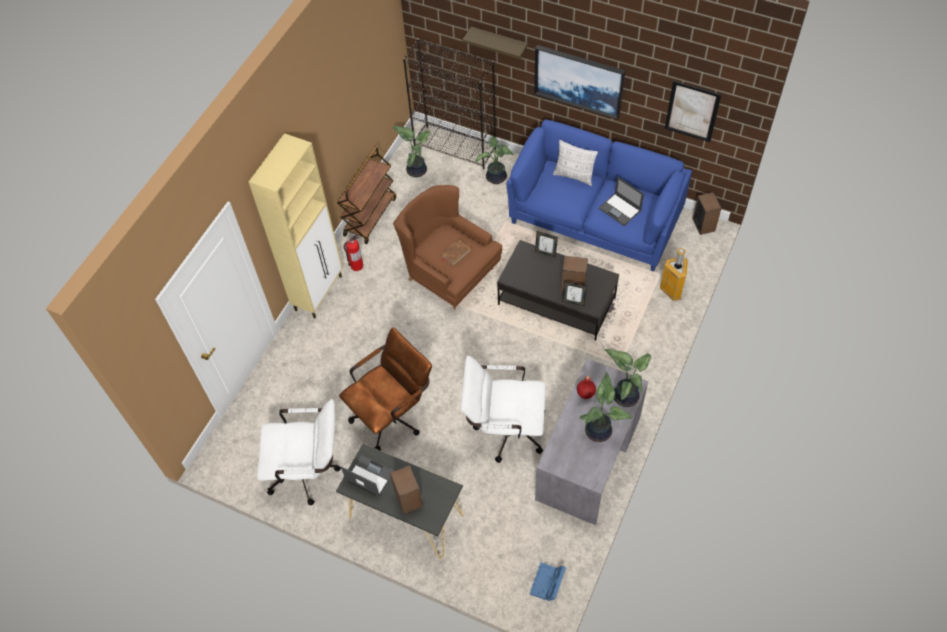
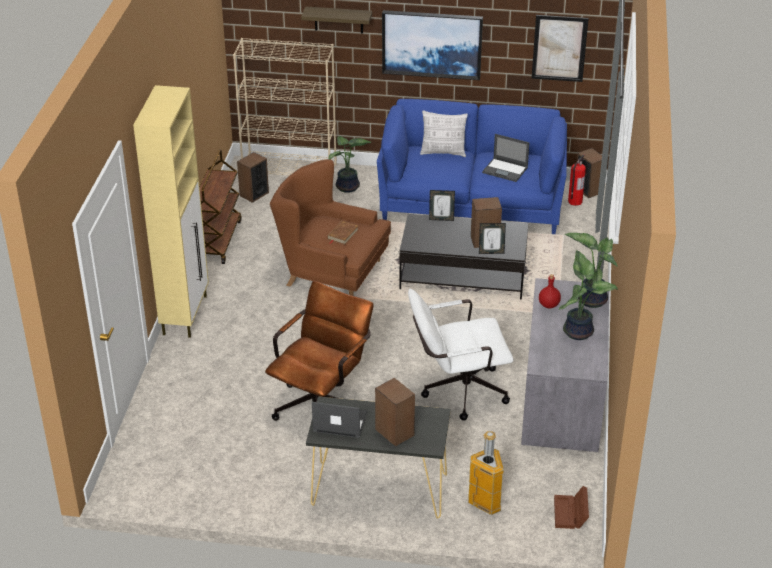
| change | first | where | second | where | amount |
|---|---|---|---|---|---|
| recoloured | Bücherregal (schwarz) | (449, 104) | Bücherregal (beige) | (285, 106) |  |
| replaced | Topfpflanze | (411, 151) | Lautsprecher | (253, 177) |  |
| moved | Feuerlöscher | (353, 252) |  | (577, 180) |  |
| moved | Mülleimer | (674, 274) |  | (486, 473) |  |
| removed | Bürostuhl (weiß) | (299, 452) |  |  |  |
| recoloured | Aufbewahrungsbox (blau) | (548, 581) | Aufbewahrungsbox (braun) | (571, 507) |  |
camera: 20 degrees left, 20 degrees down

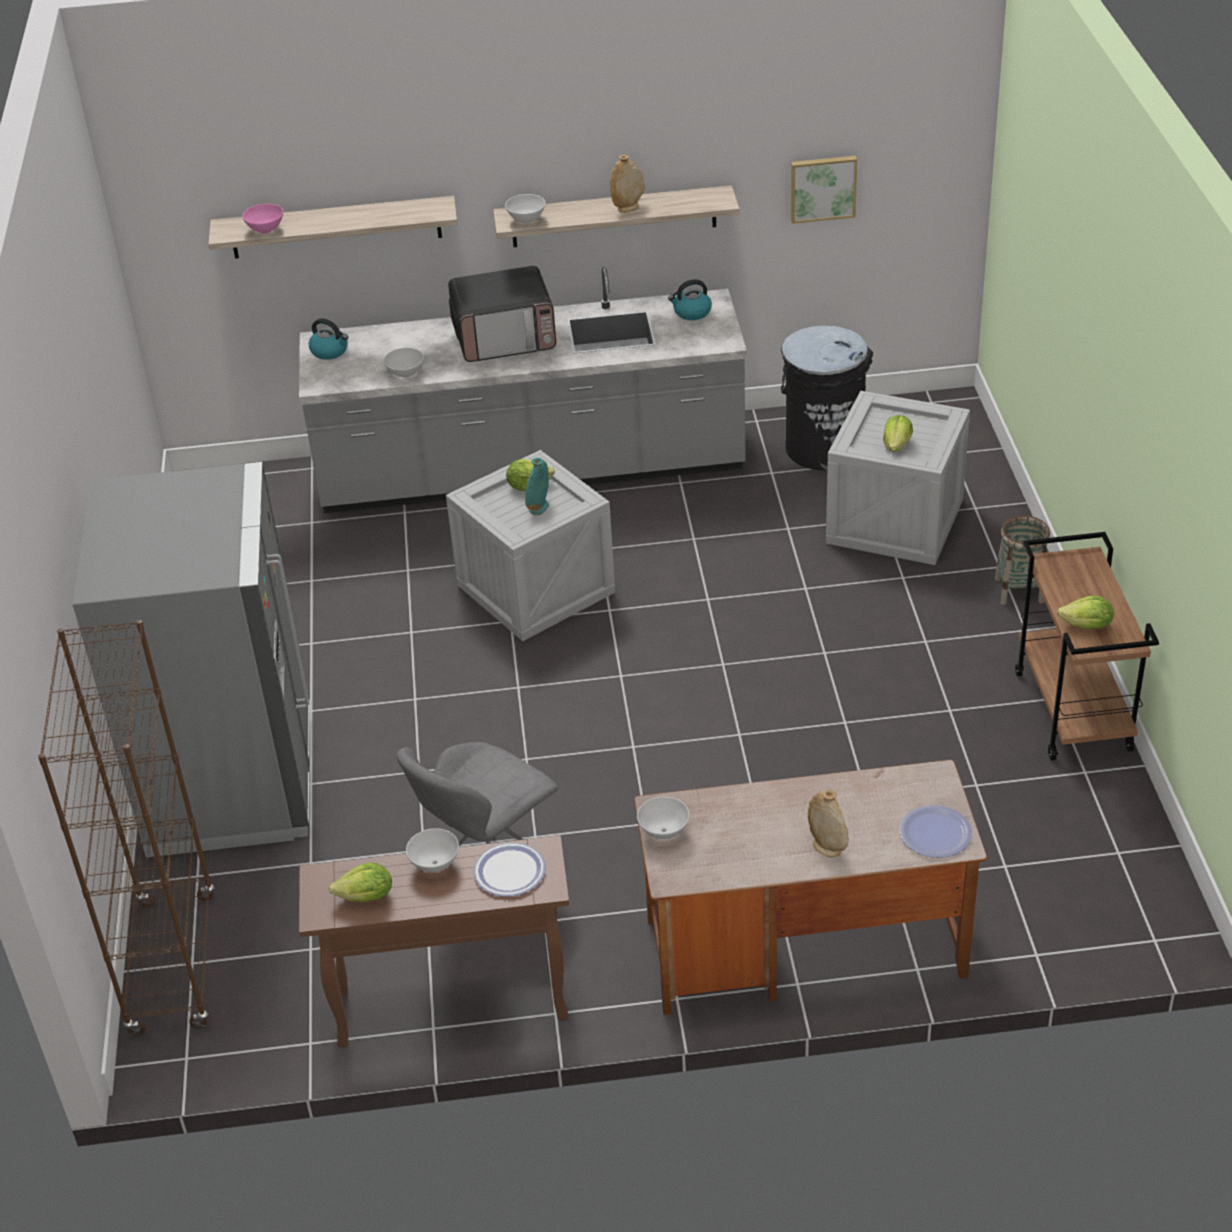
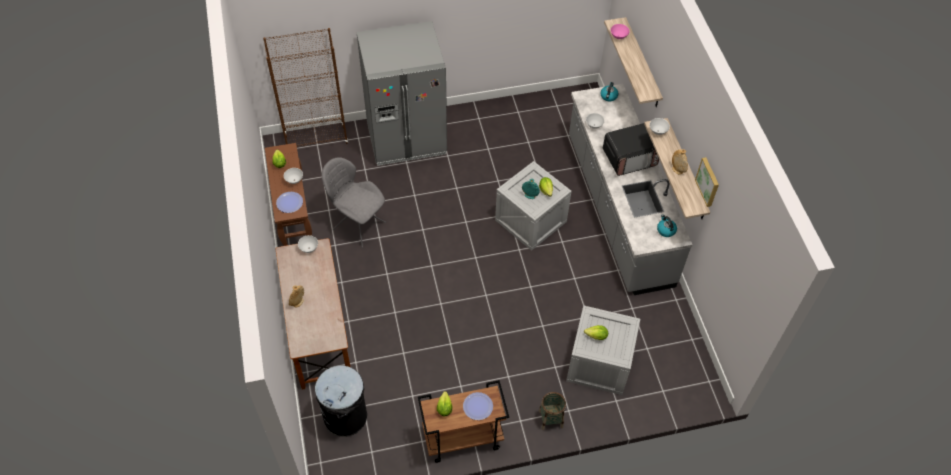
| change | first | where | second | where | amount |
|---|---|---|---|---|---|
| moved | Bild | (824, 190) |  | (707, 182) |  |
| turned | Mikrowelle | (502, 314) |  | (631, 149) | 90 degrees counterclockwise |
| moved | Mülleimer (schwarz) | (827, 398) |  | (341, 401) |  |
| moved | Teller | (935, 831) |  | (478, 406) |  |
camera: 80 degrees right, 15 degrees up

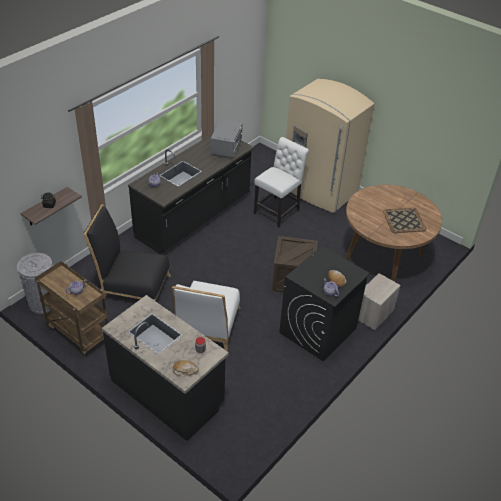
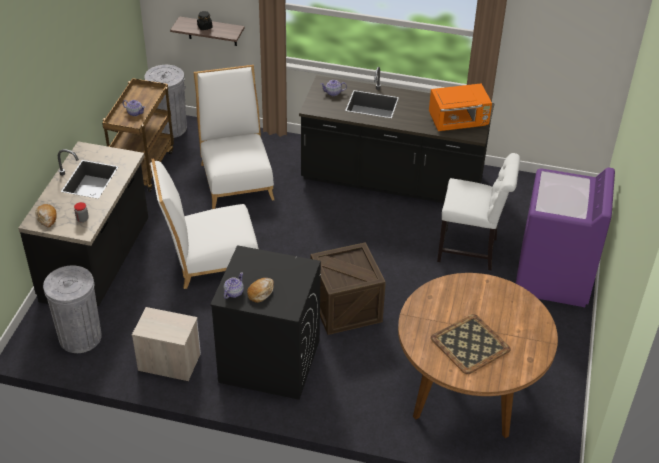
| change | first | where | second | where | amount |
|---|---|---|---|---|---|
| replaced | Kühlschrank (beige) | (330, 146) | Waschmaschine (lila) | (565, 237) |  |
| recoloured | Mikrowelle (grau) | (227, 139) | Mikrowelle (orange) | (460, 107) |  |
| recoloured | Stuhl (schwarz) | (127, 252) | Stuhl (weiß) | (234, 137) |  |
| moved | Nachttisch | (379, 302) |  | (166, 344) |  |
| added |  |  | Mülleimer (grau) | (72, 309) |  |
camera: 65 degrees right, 0 degrees up

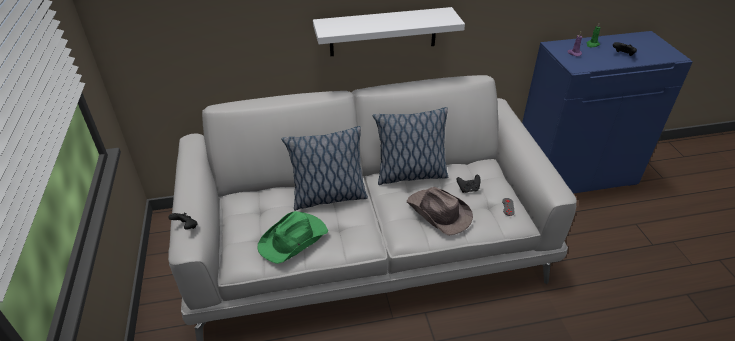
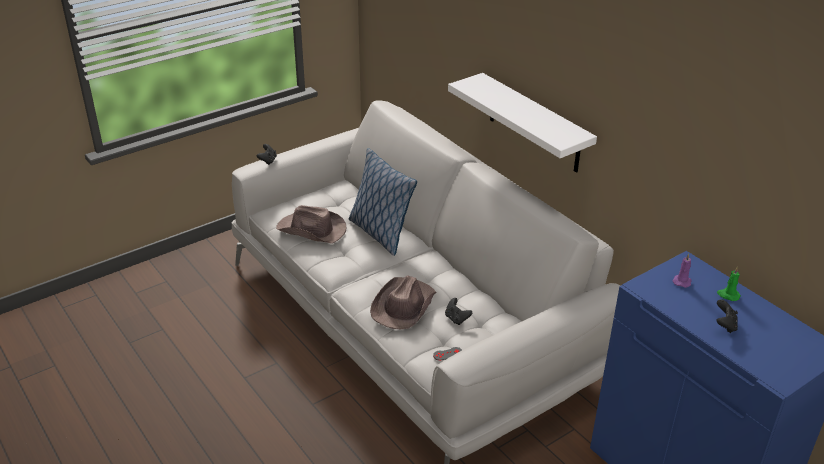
| change | first | where | second | where | amount |
|---|---|---|---|---|---|
| removed | Kissen | (410, 146) |  |  |  |
| recoloured | Hut (grün) | (292, 237) | Hut (braun) | (311, 224) |  |
camera: 65 degrees right, 5 degrees down

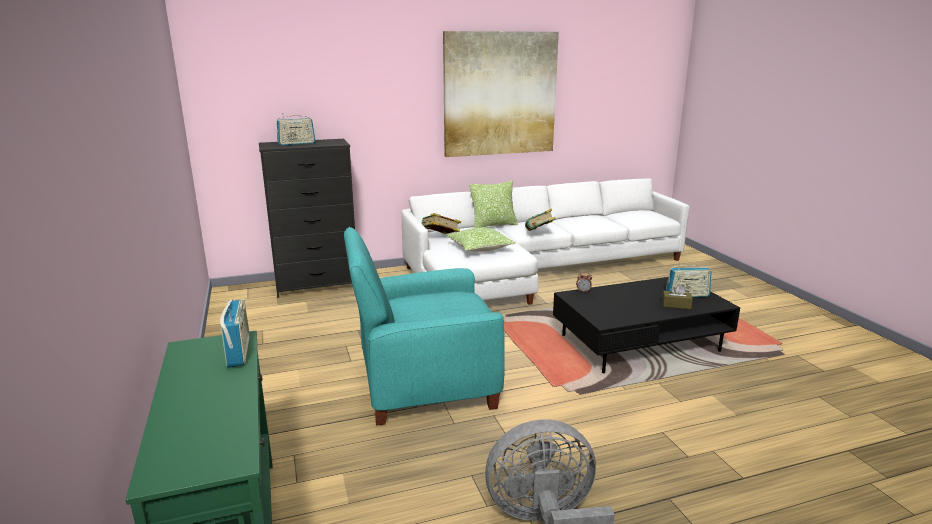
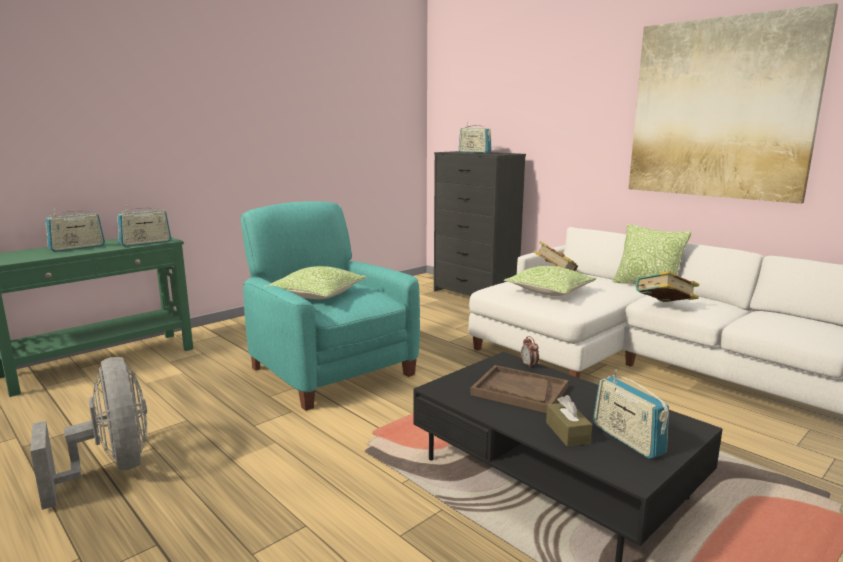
| change | first | where | second | where | amount |
|---|---|---|---|---|---|
| added |  |  | Radio | (75, 230) |  |
| added |  |  | Kissen | (315, 282) |  |
| added |  |  | Tablett (braun) | (519, 389) |  |
camera: 65 degrees right, 5 degrees down

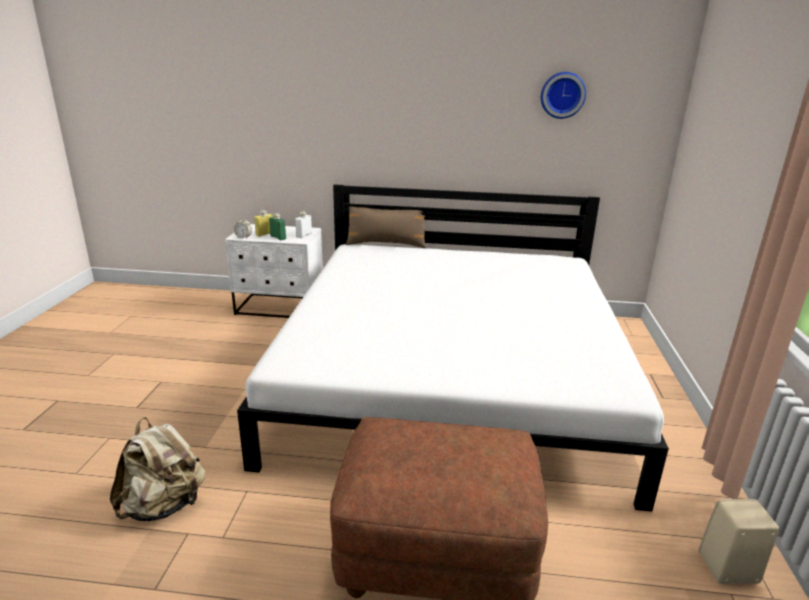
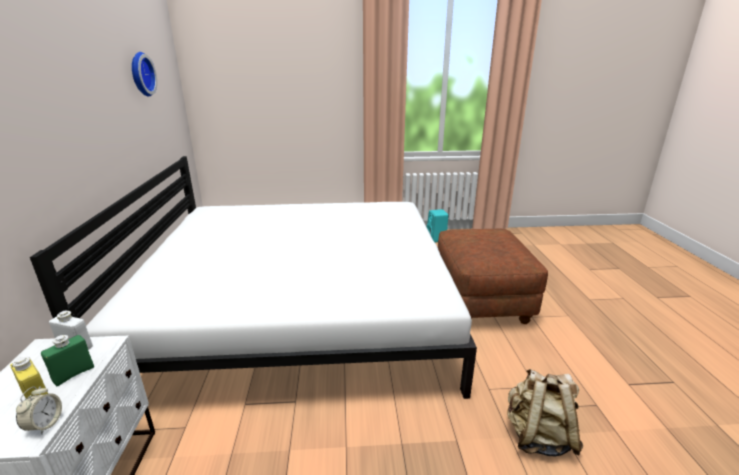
| change | first | where | second | where | amount |
|---|---|---|---|---|---|
| removed | Kissen (braun) | (387, 227) |  |  |  |
| recoloured | Lautsprecher (beige) | (739, 541) | Lautsprecher (türkis) | (437, 225) |  |
camera: 100 degrees left, 0 degrees up

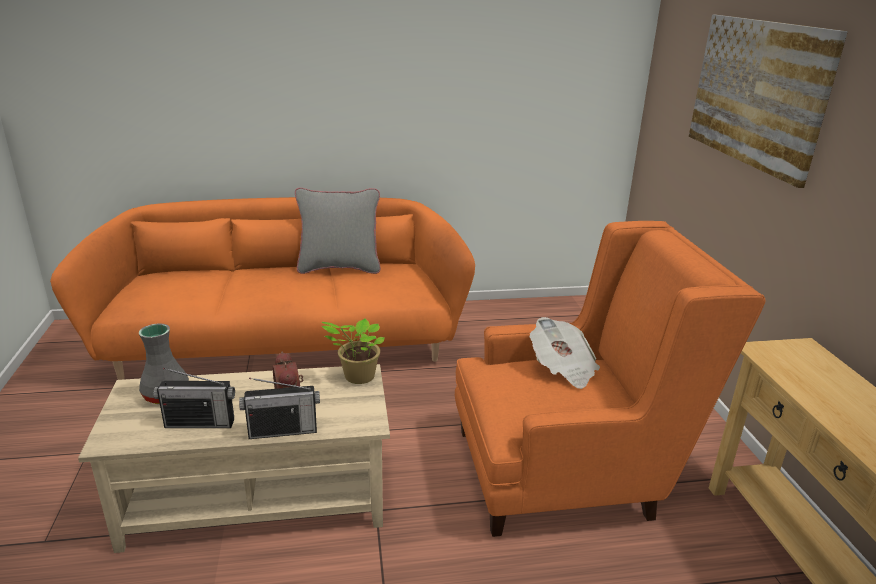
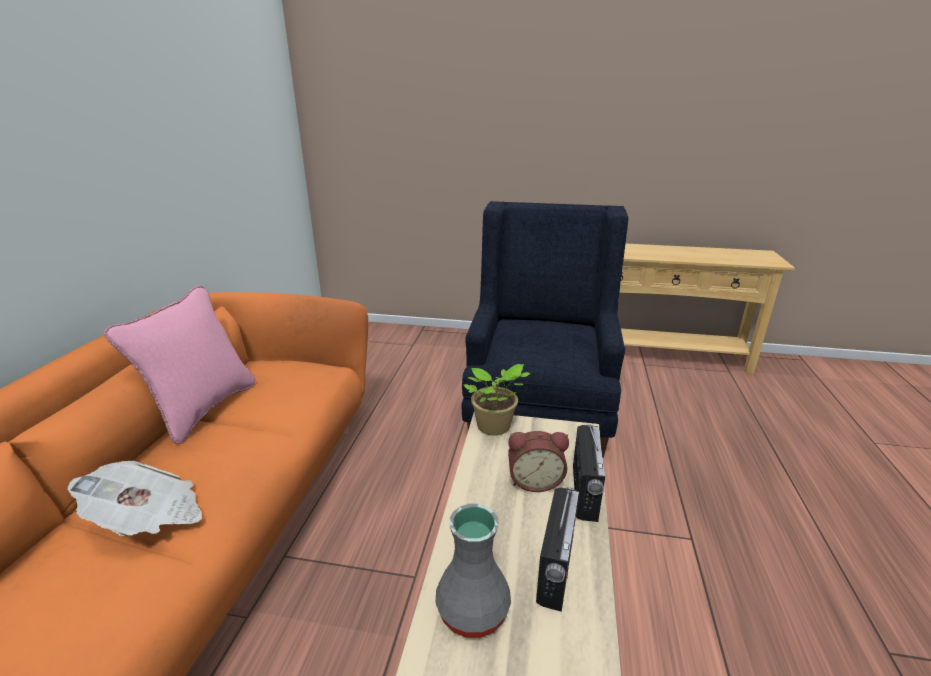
| change | first | where | second | where | amount |
|---|---|---|---|---|---|
| removed | Bild | (768, 101) |  |  |  |
| recoloured | Kissen (grau) | (338, 230) | Kissen (rosa) | (179, 365) |  |
| recoloured | Sessel (orange) | (610, 379) | Sessel (blau) | (545, 329) |  |
| moved | Zeitung | (565, 353) |  | (135, 498) |  |
camera: 70 degrees left, 0 degrees up

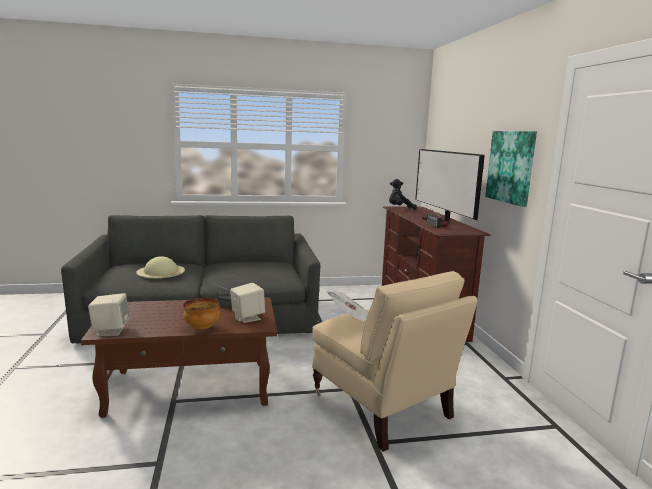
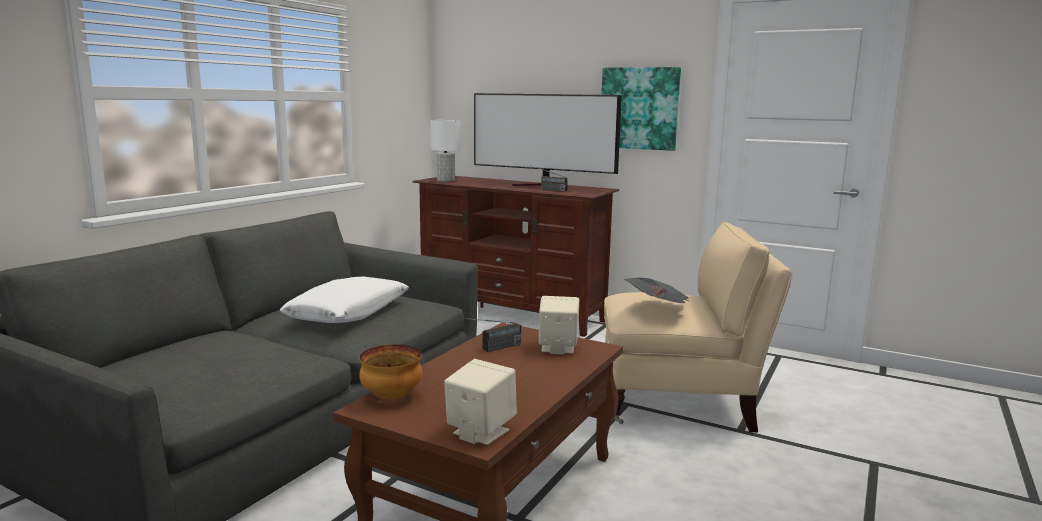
| change | first | where | second | where | amount |
|---|---|---|---|---|---|
| replaced | Plüschtier (schwarz) | (403, 194) | Tischlampe (weiß) | (445, 151) |  |
| removed | Hut (beige) | (160, 267) |  |  |  |
| moved | Schüssel | (201, 313) |  | (390, 372) |  |
| added |  |  | Kissen (weiß) | (344, 299) |  |
camera: 50 degrees left, 0 degrees up

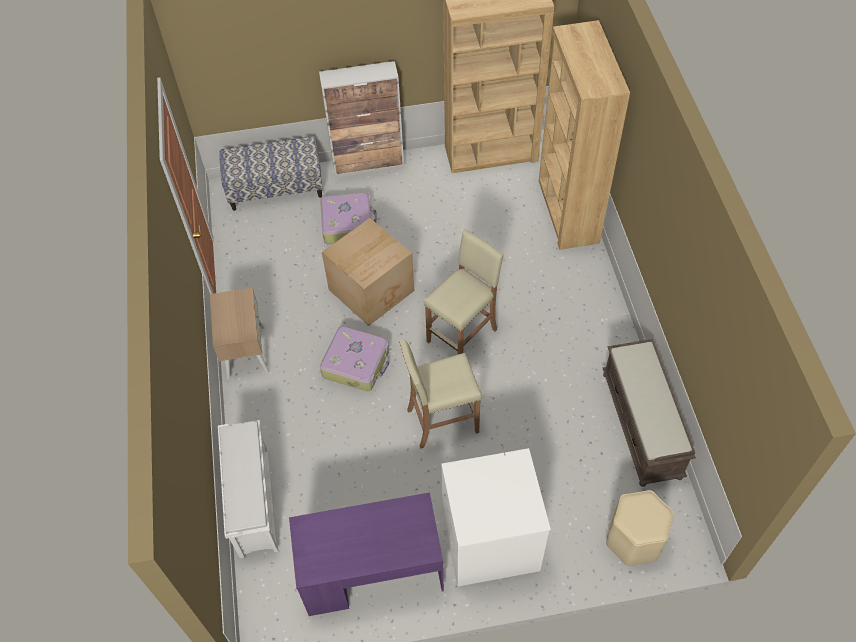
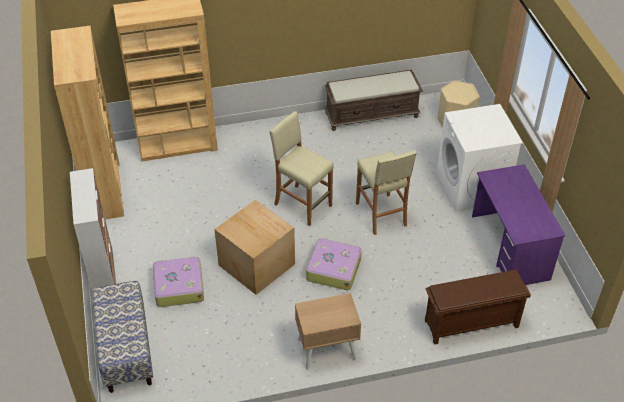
| change | first | where | second | where | amount |
|---|---|---|---|---|---|
| recoloured | Schuhregal (weiß) | (248, 489) | Schuhregal (braun) | (478, 307) |  |
camera: 95 degrees left, 10 degrees down

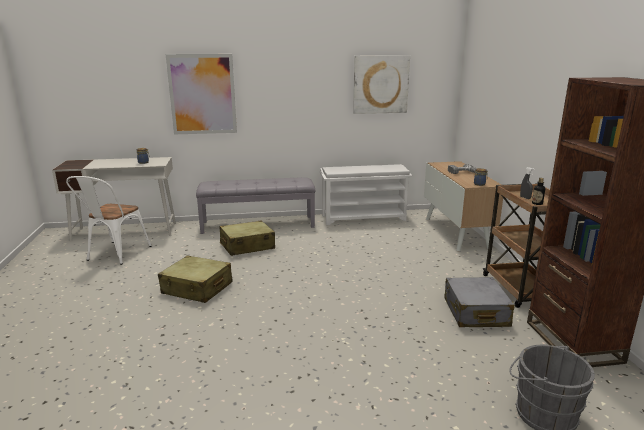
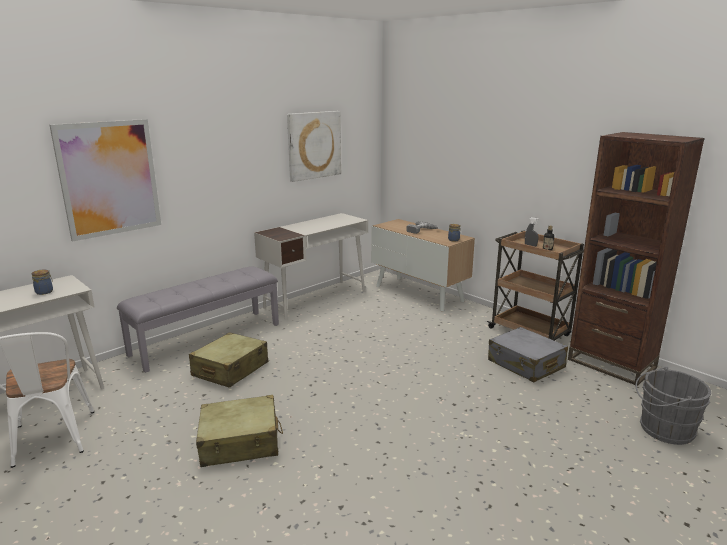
| change | first | where | second | where | amount |
|---|---|---|---|---|---|
| replaced | Schuhregal (weiß) | (366, 194) | Schreibtisch (weiß) | (311, 266) |  |
camera: 35 degrees left, 0 degrees up

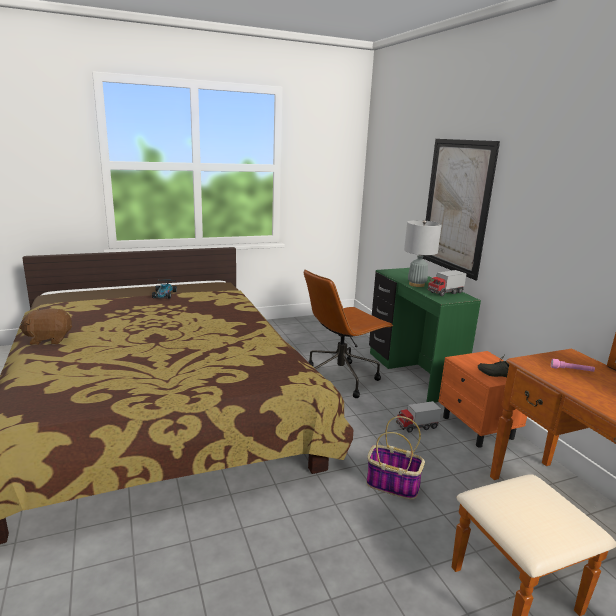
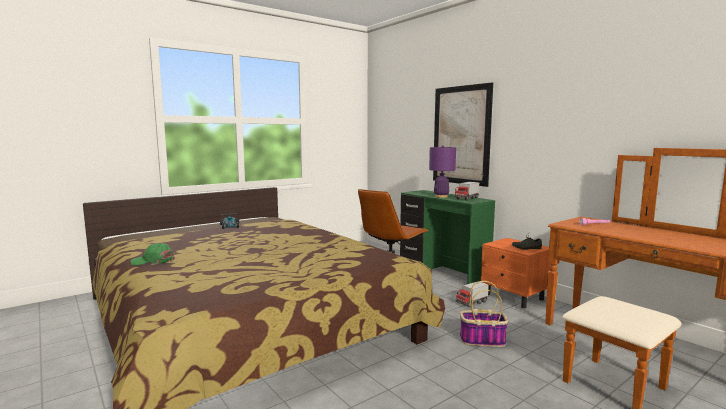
| change | first | where | second | where | amount |
|---|---|---|---|---|---|
| recoloured | Tischlampe (grau) | (423, 253) | Tischlampe (lila) | (442, 171) |  |
| replaced | Plüschtier (braun) | (45, 327) | Kappe (grün) | (153, 254) |  |
camera: 15 degrees left, 10 degrees down

